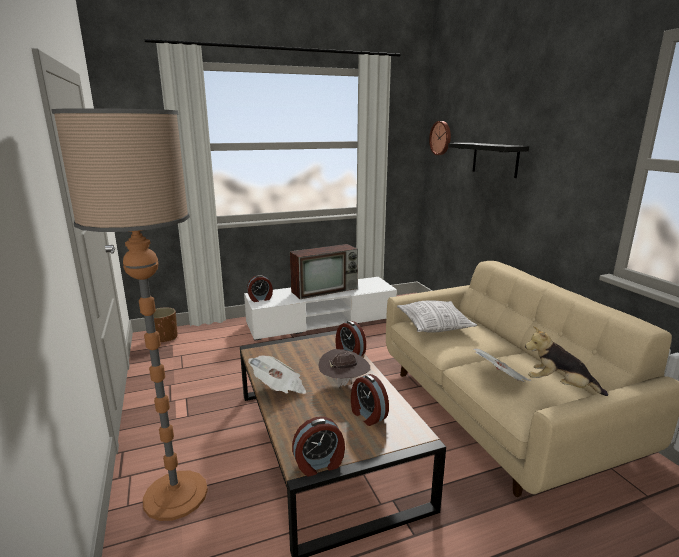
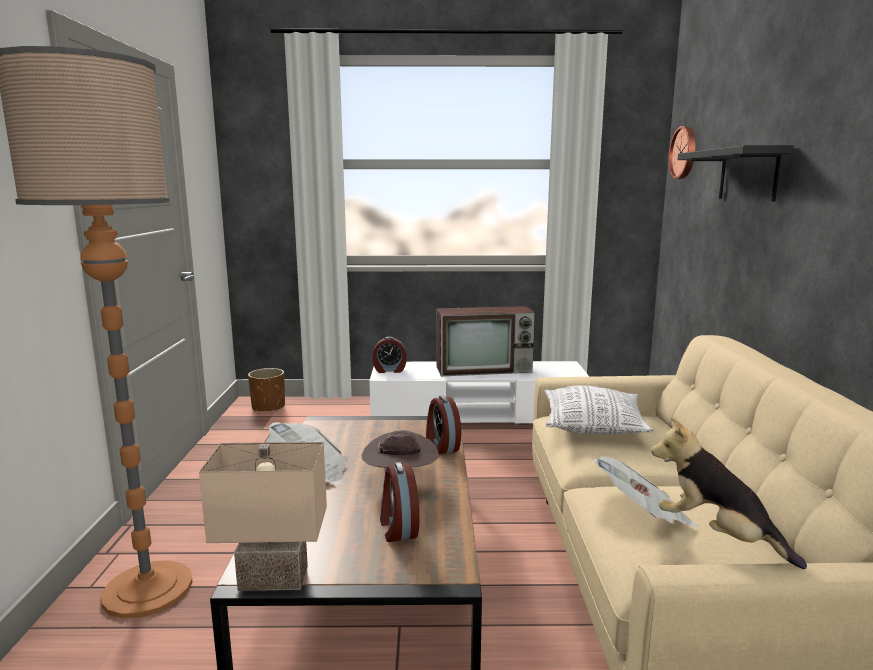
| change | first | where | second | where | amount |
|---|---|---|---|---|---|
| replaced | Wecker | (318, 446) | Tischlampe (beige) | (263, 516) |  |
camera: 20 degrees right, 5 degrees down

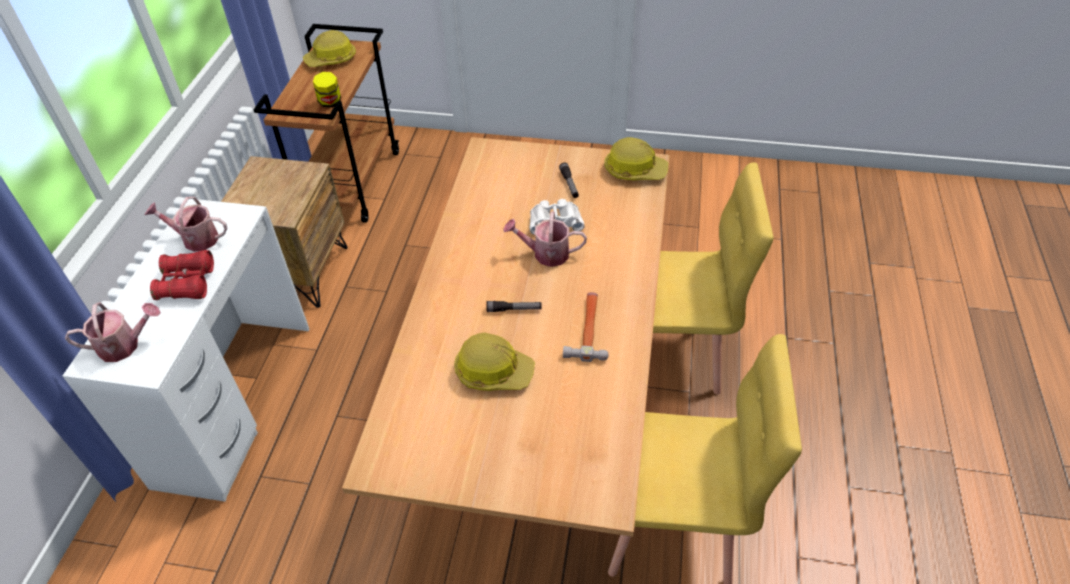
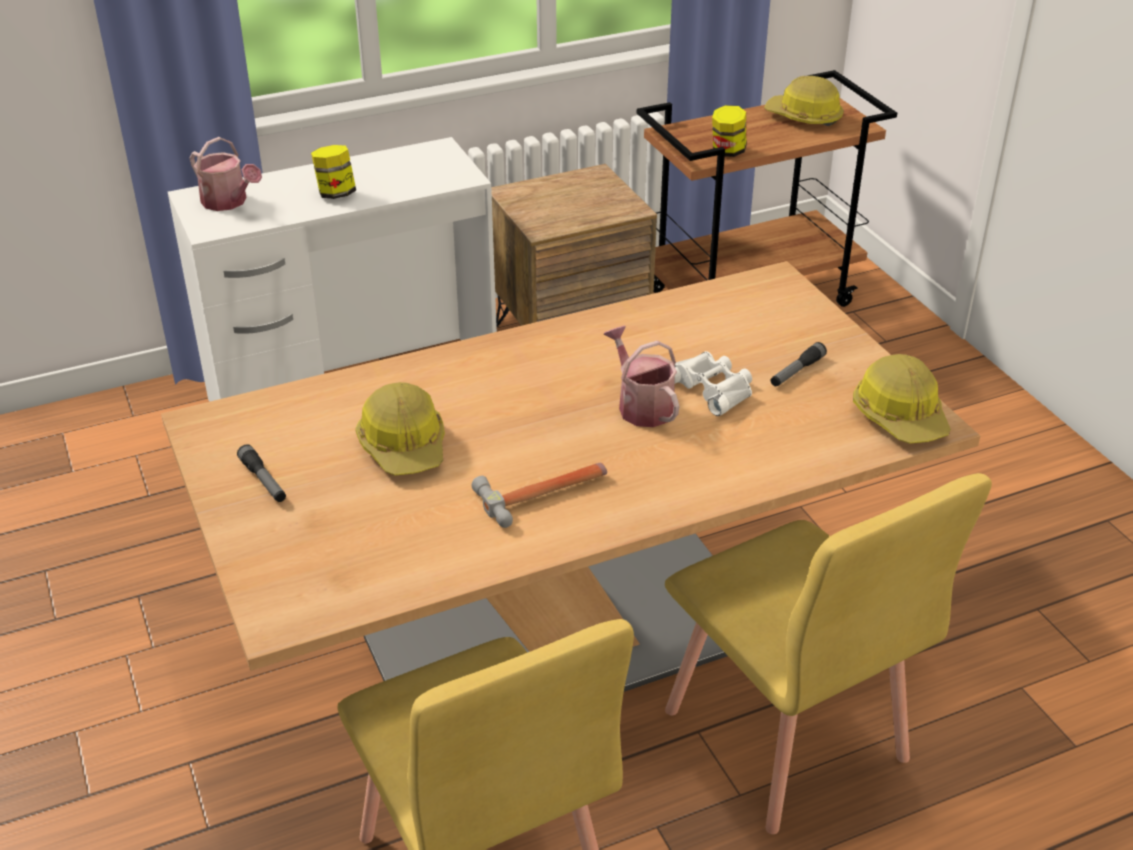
| change | first | where | second | where | amount |
|---|---|---|---|---|---|
| removed | Gießkanne | (186, 224) |  |  |  |
| replaced | Fernglas (rot) | (182, 275) | Vorratsglas | (333, 172) |  |
| moved | Taschenlampe | (513, 306) |  | (261, 473) |  |
camera: 55 degrees right, 10 degrees down

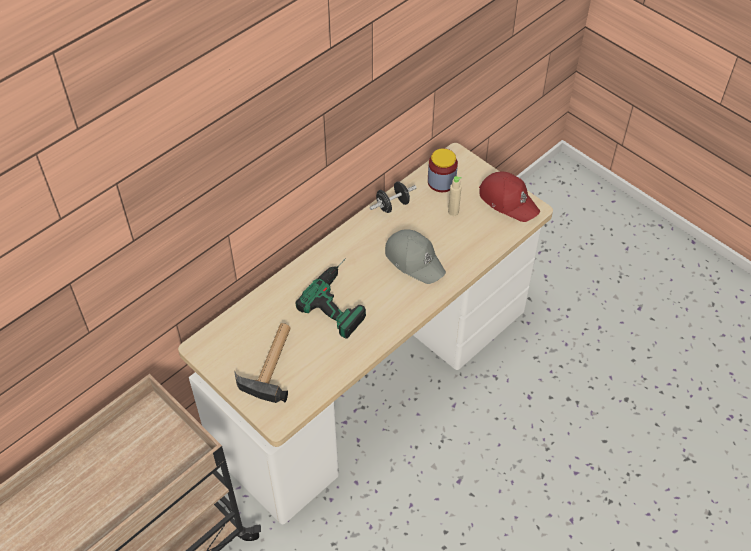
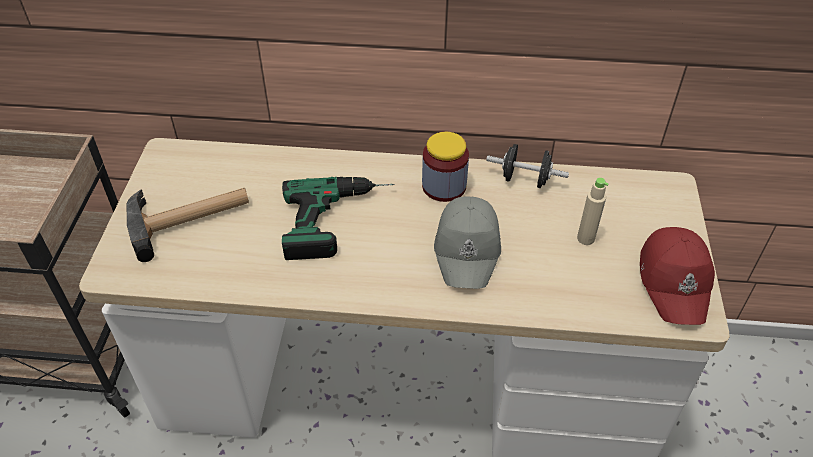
| change | first | where | second | where | amount |
|---|---|---|---|---|---|
| moved | Vorratsglas | (443, 170) |  | (445, 167) |  |
camera: 50 degrees right, 5 degrees down

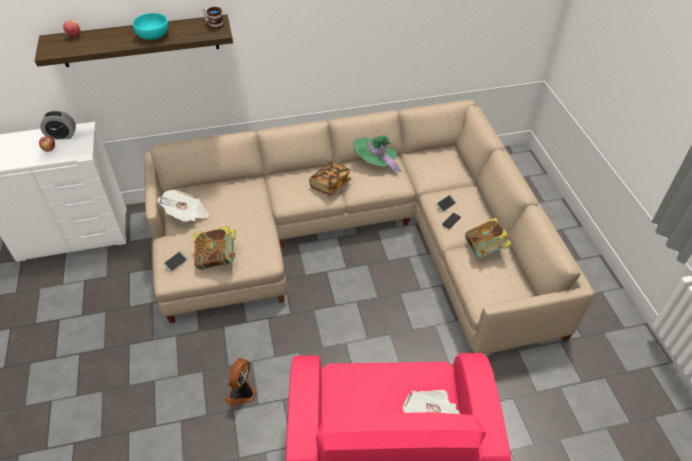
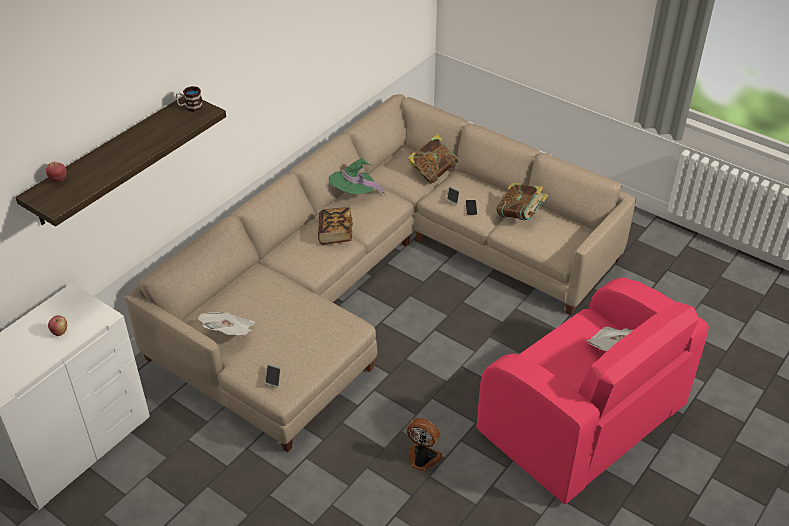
| change | first | where | second | where | amount |
|---|---|---|---|---|---|
| removed | Schüssel (türkis) | (151, 26) |  |  |  |
| removed | Wecker | (58, 125) |  |  |  |
| moved | Buch | (215, 248) |  | (433, 159) |  |
| turned | Ventilator | (241, 381) |  | (425, 444) | 135 degrees clockwise |
camera: 40 degrees left, 5 degrees down

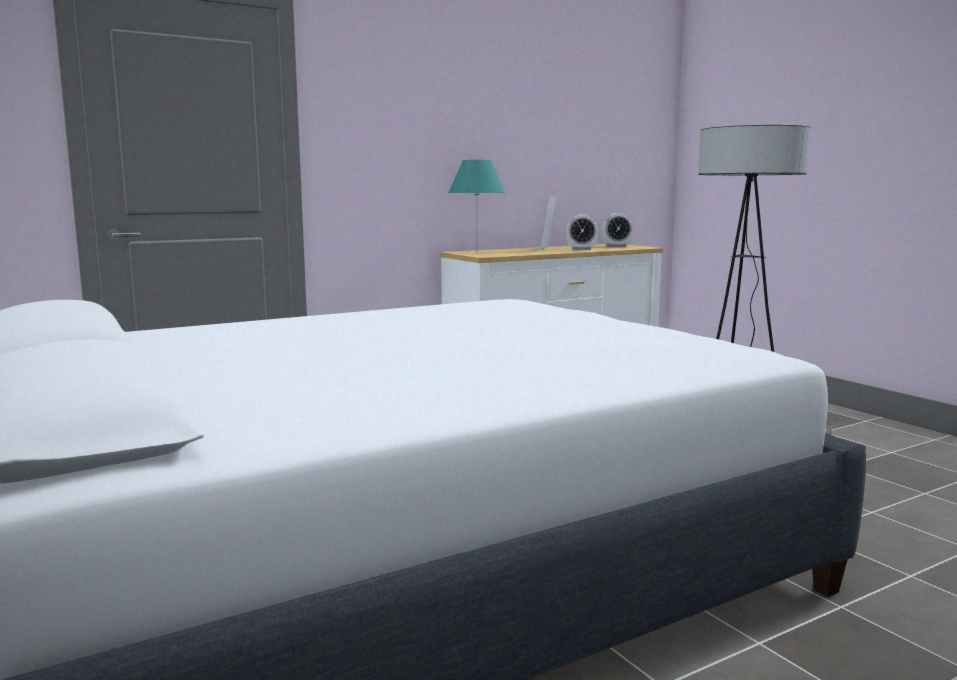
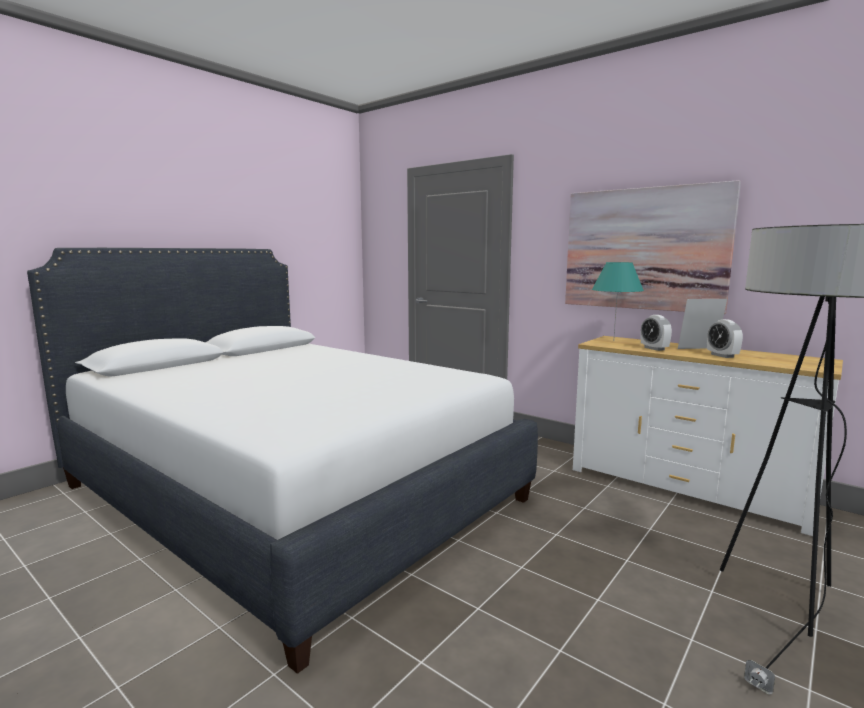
| change | first | where | second | where | amount |
|---|---|---|---|---|---|
| moved | Wecker | (617, 230) |  | (656, 333) |  |
| added |  |  | Bild | (653, 247) |  |
camera: 70 degrees right, 0 degrees up

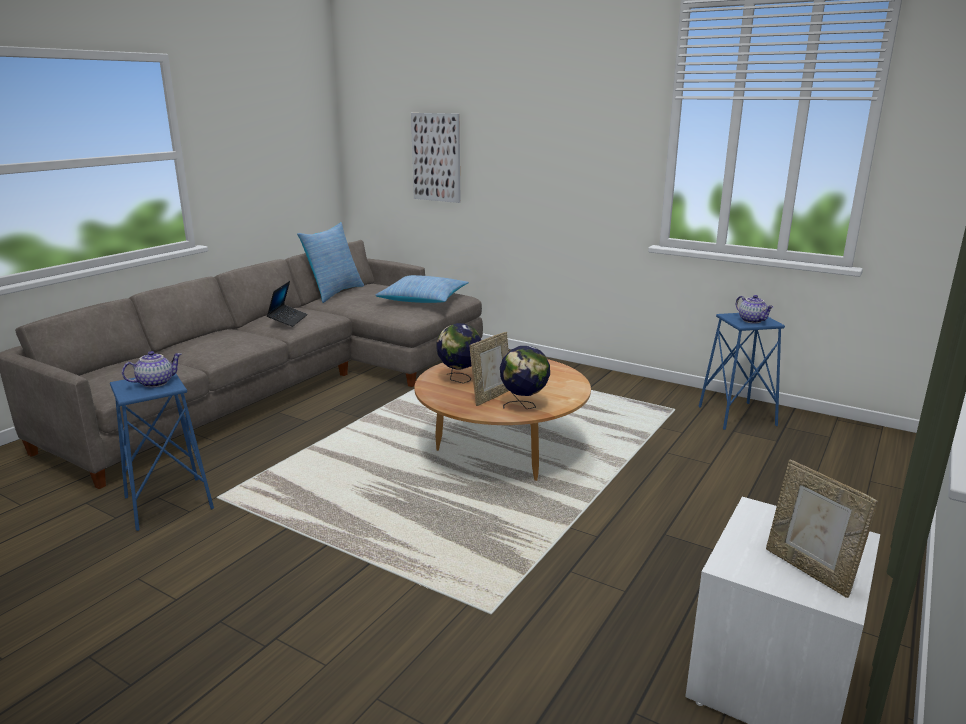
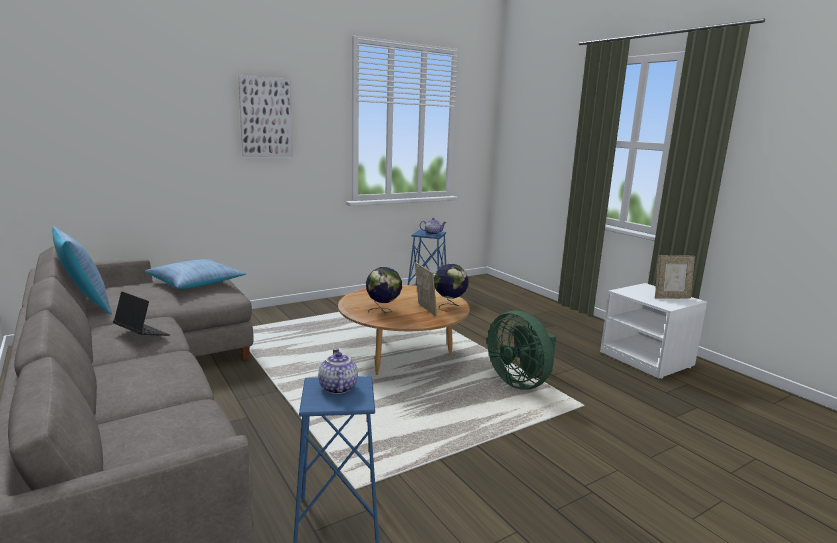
| change | first | where | second | where | amount |
|---|---|---|---|---|---|
| moved | Bild | (436, 158) |  | (265, 116) |  |
| added |  |  | Ventilator (grün) | (521, 350) |  |
camera: 65 degrees left, 5 degrees down

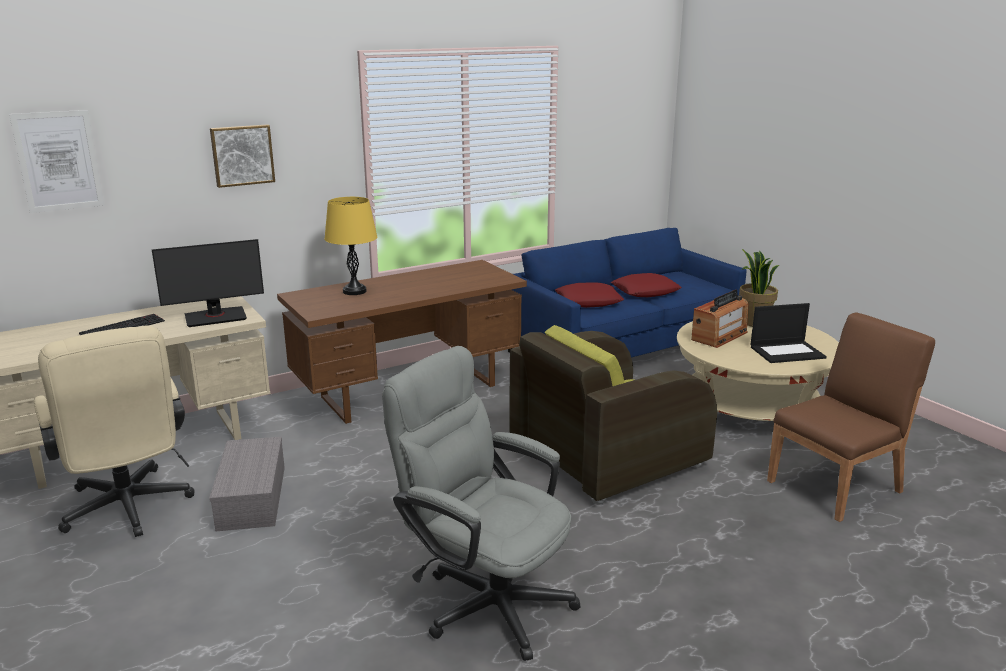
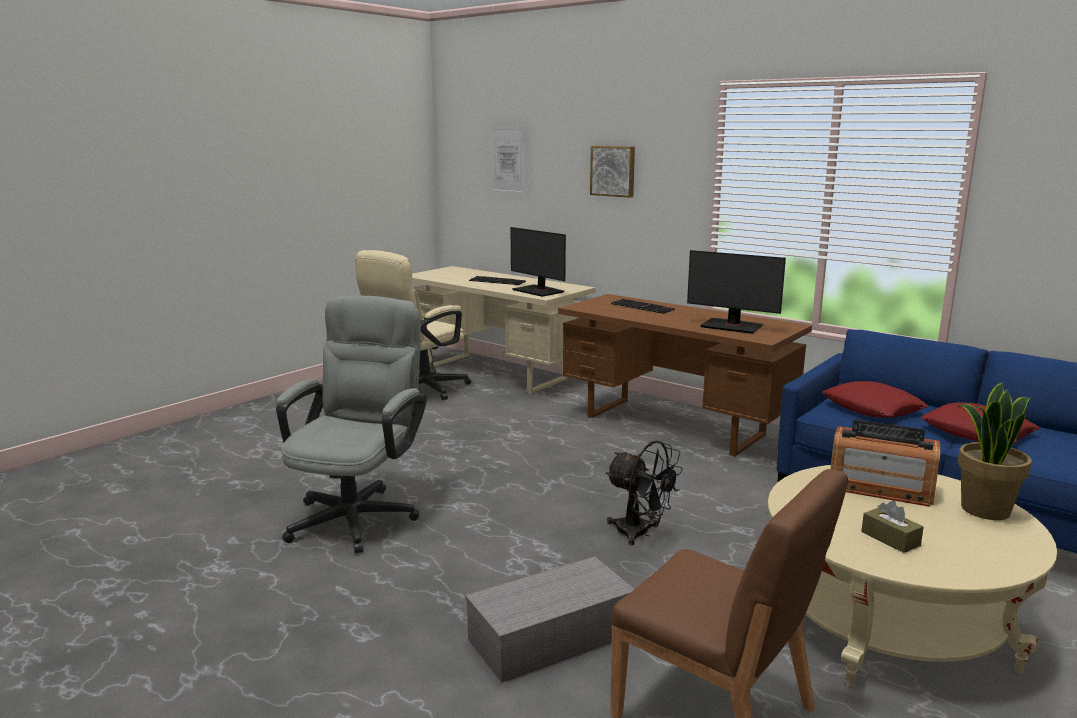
| change | first | where | second | where | amount |
|---|---|---|---|---|---|
| replaced | Tischlampe (gelb) | (351, 246) | Tastatur | (643, 306) |  |
| replaced | Laptop | (788, 333) | Taschentuchbox (braun) | (892, 526) |  |
| replaced | Sessel (braun) | (613, 414) | Ventilator (schwarz) | (644, 493) |  |
| moved | Aufbewahrungsbox (grau) | (247, 484) |  | (550, 619) |  |
| added |  |  | Monitor | (736, 292) |  |
camera: 70 degrees right, 5 degrees down

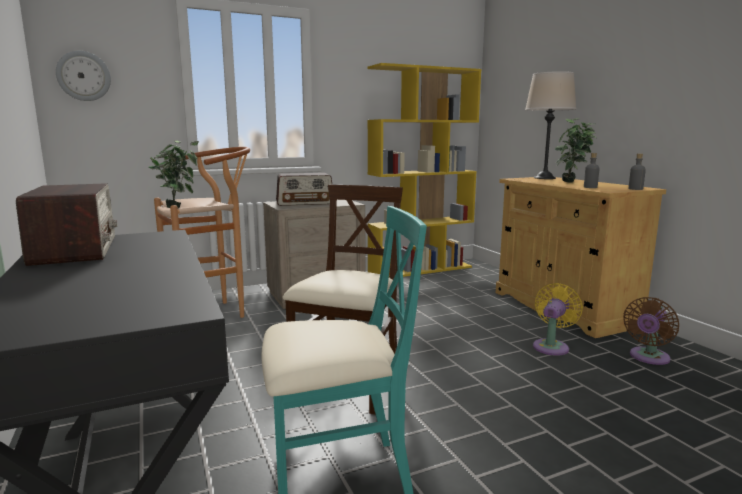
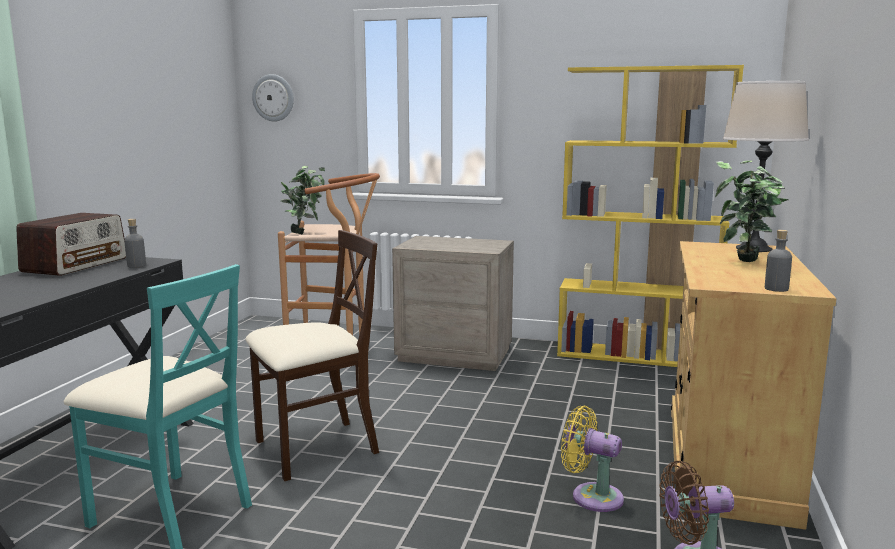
| change | first | where | second | where | amount |
|---|---|---|---|---|---|
| moved | Flasche (grau) | (592, 170) |  | (135, 243) |  |
| removed | Radio | (304, 189) |  |  |  |
| turned | Ventilator (gelb) | (558, 319) |  | (592, 459) | 135 degrees counterclockwise |
camera: 40 degrees right, 0 degrees up

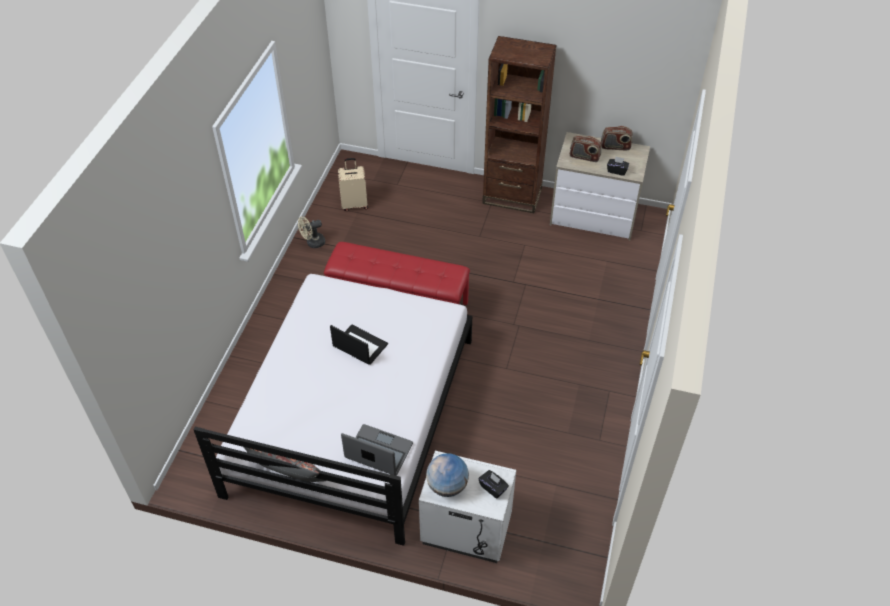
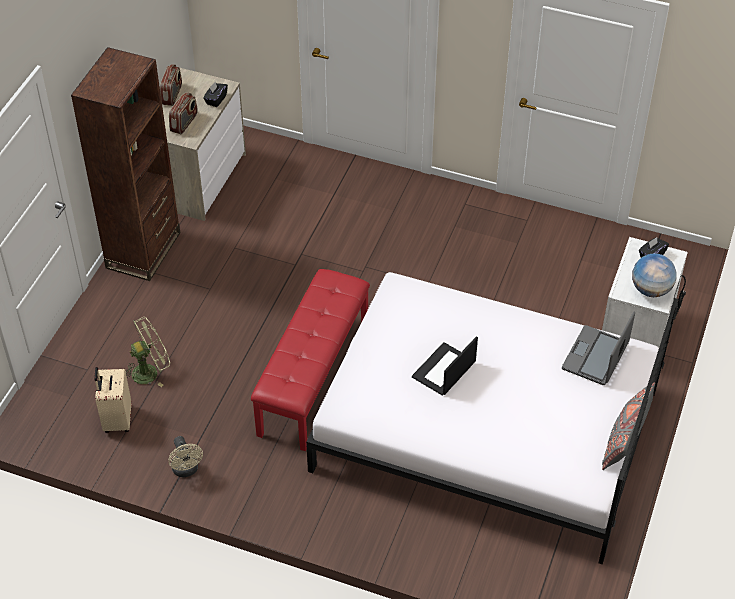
| change | first | where | second | where | amount |
|---|---|---|---|---|---|
| added |  |  | Ventilator (grün) | (148, 352) |  |
camera: 85 degrees left, 0 degrees up

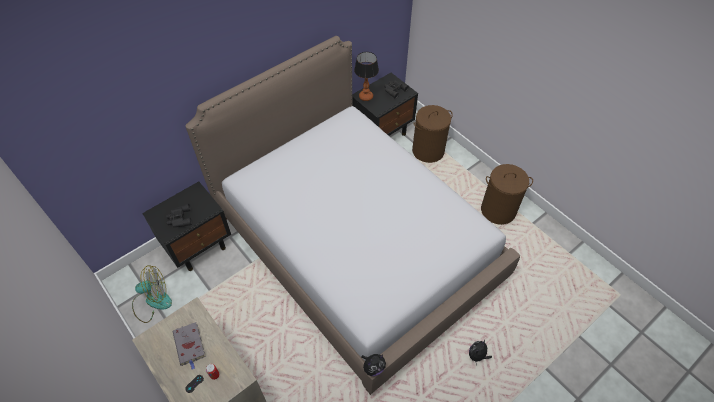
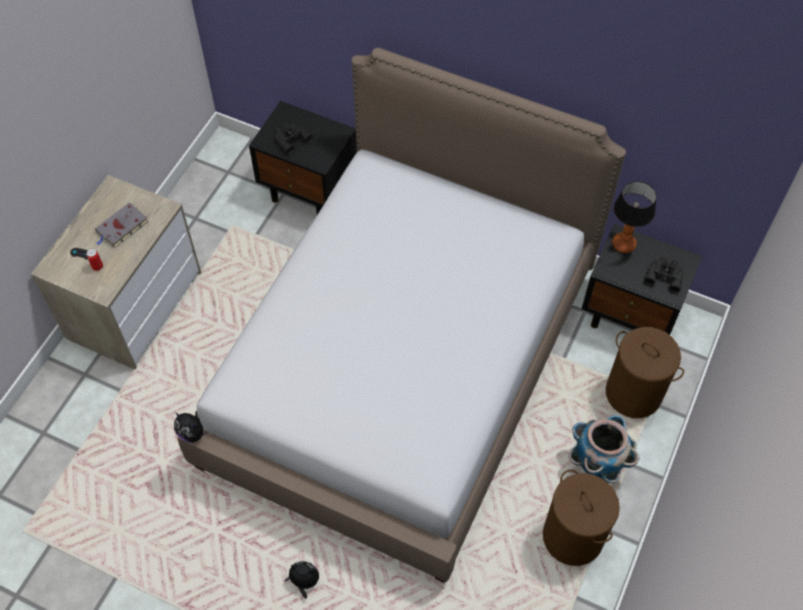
| change | first | where | second | where | amount |
|---|---|---|---|---|---|
| removed | Ventilator | (152, 294) |  |  |  |
| added |  |  | Pflanzkübel | (603, 449) |  |
camera: 65 degrees right, 5 degrees up

